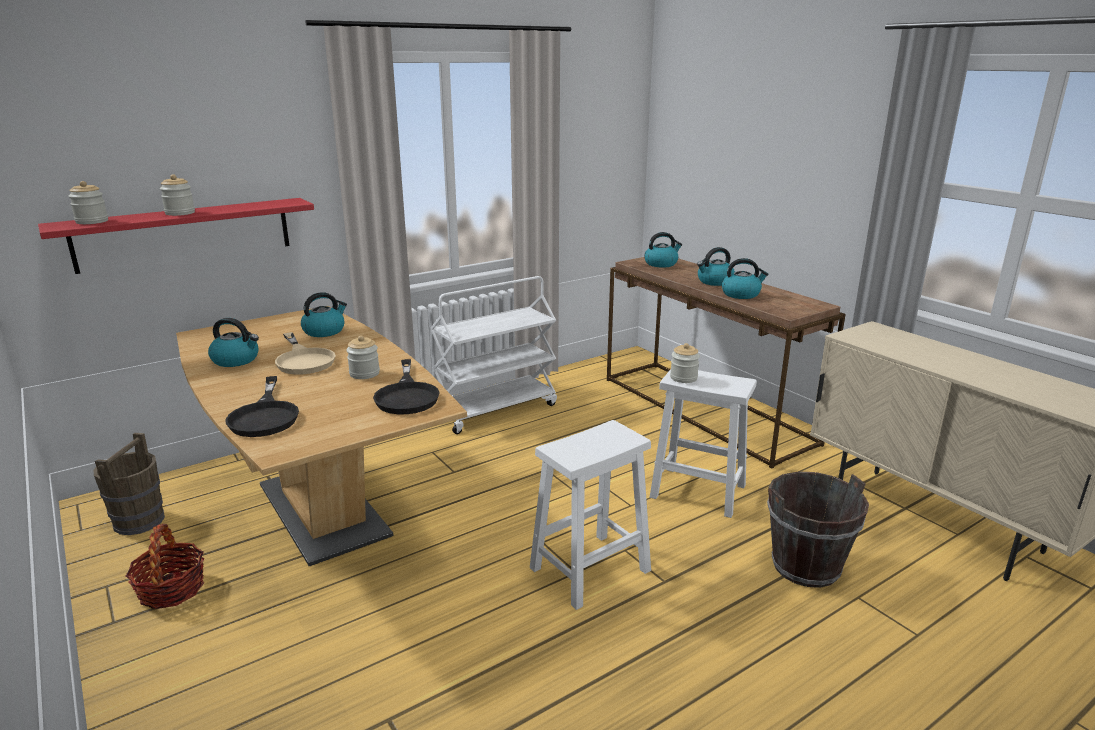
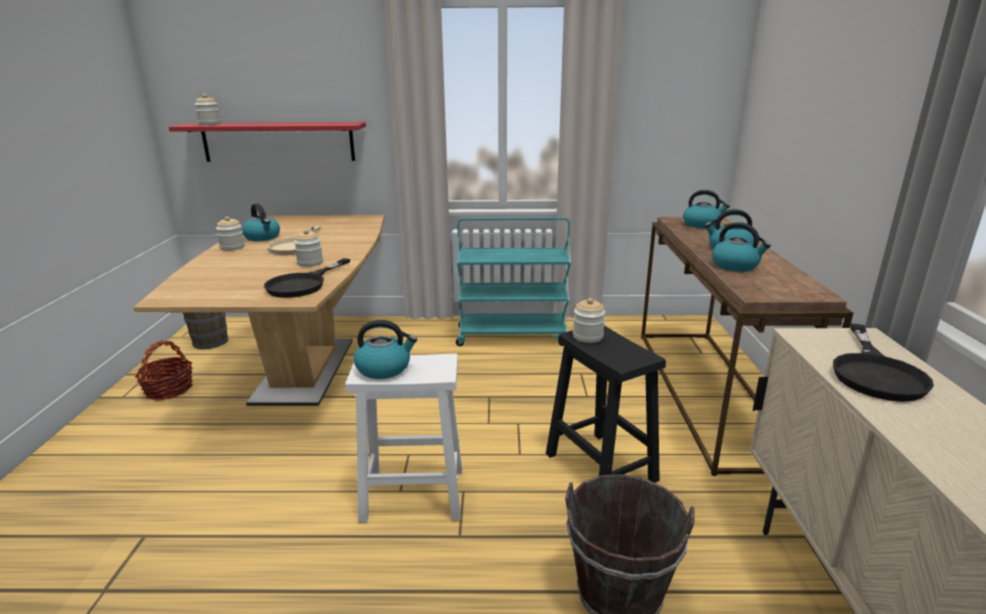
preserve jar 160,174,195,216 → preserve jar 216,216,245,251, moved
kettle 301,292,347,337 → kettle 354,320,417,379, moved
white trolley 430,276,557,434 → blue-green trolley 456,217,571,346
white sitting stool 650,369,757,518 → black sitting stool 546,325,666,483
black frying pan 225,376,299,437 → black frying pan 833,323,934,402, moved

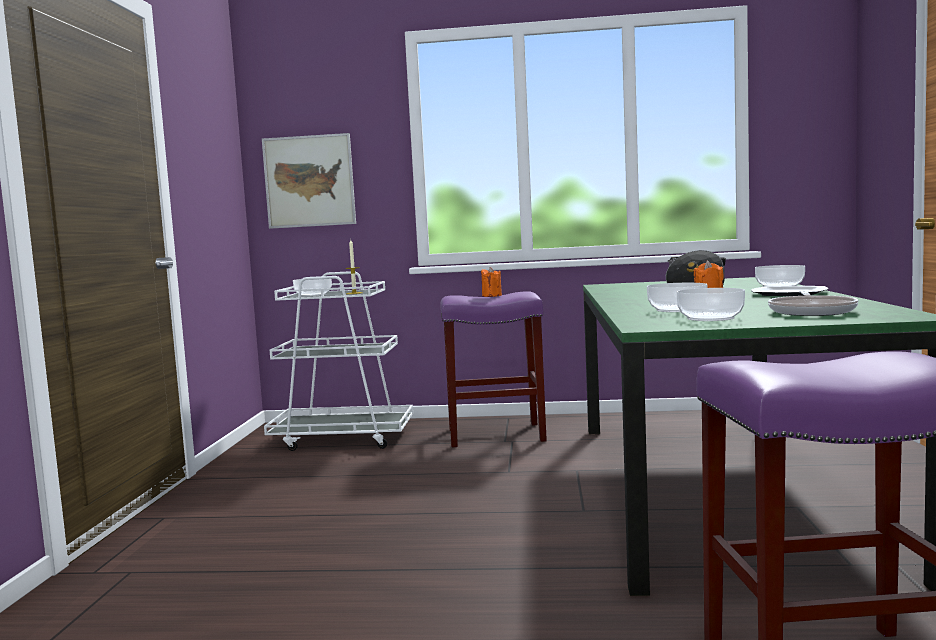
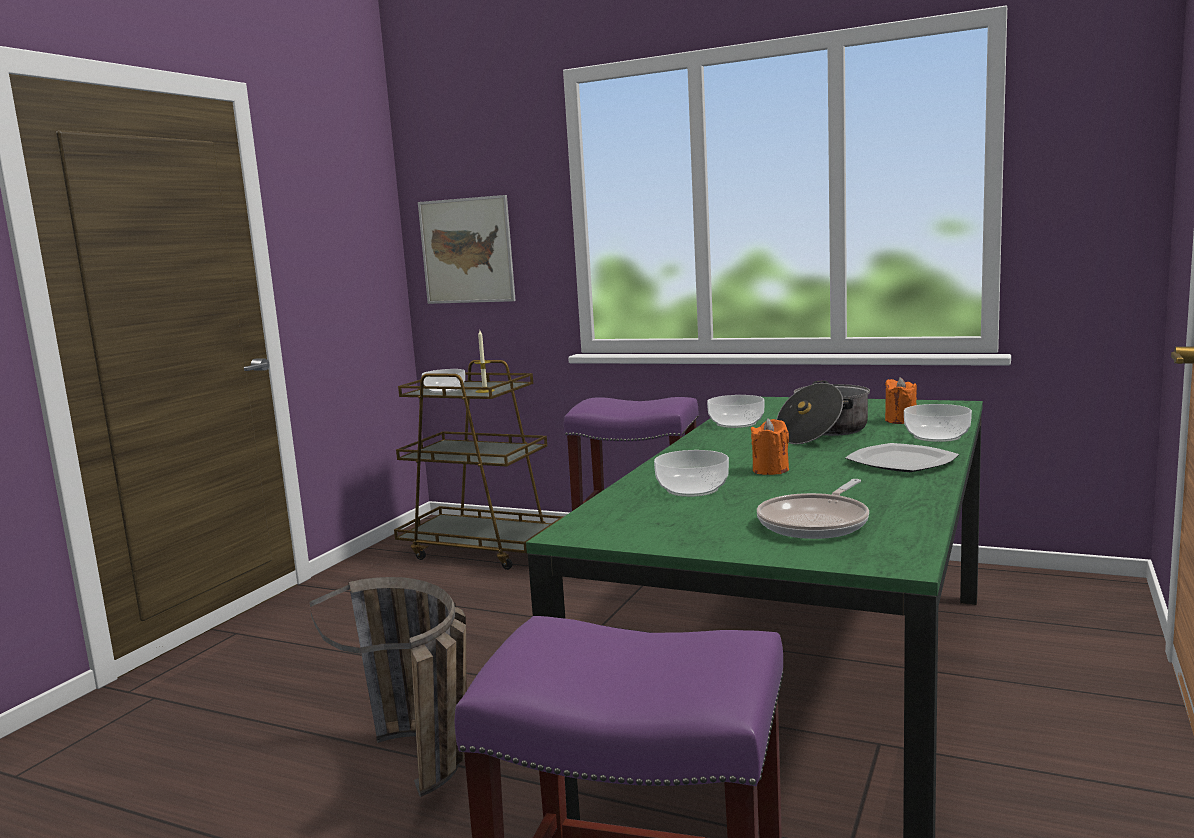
- → basket 310,577,467,797
white trolley 264,271,413,451 → brownish trolley 394,360,564,570
serving bowl 677,288,745,321 → serving bowl 707,395,764,428, moved
orange-coloured wax light 481,267,502,297 → orange-coloured wax light 885,377,917,424, moved

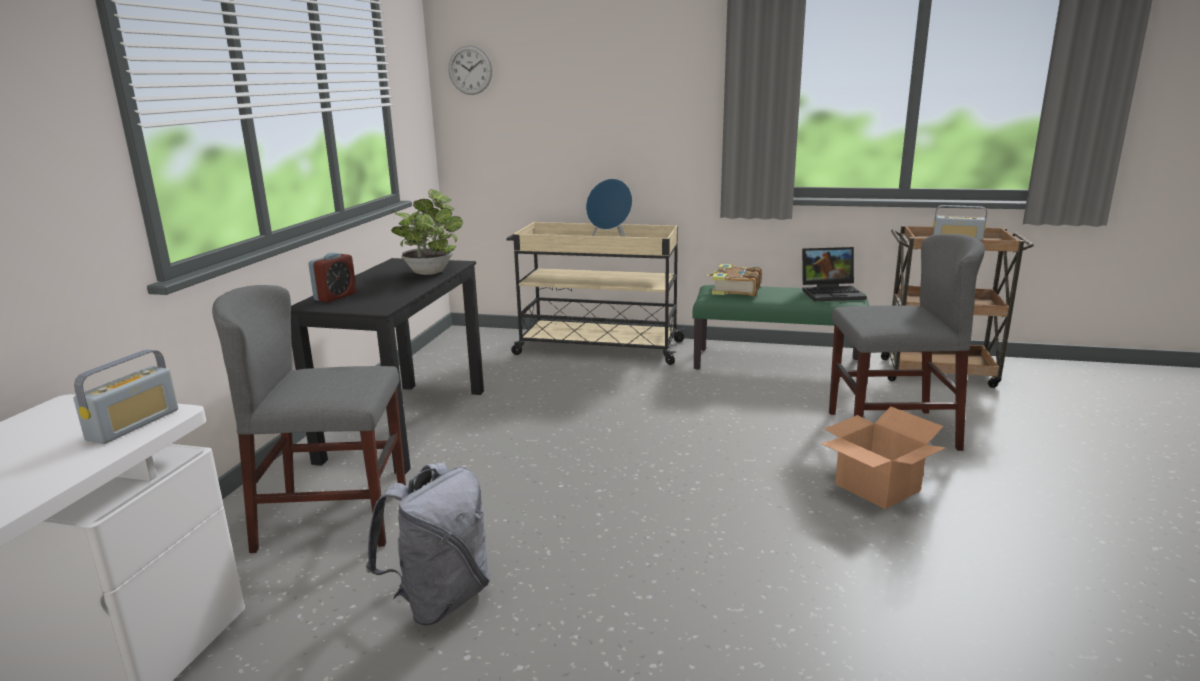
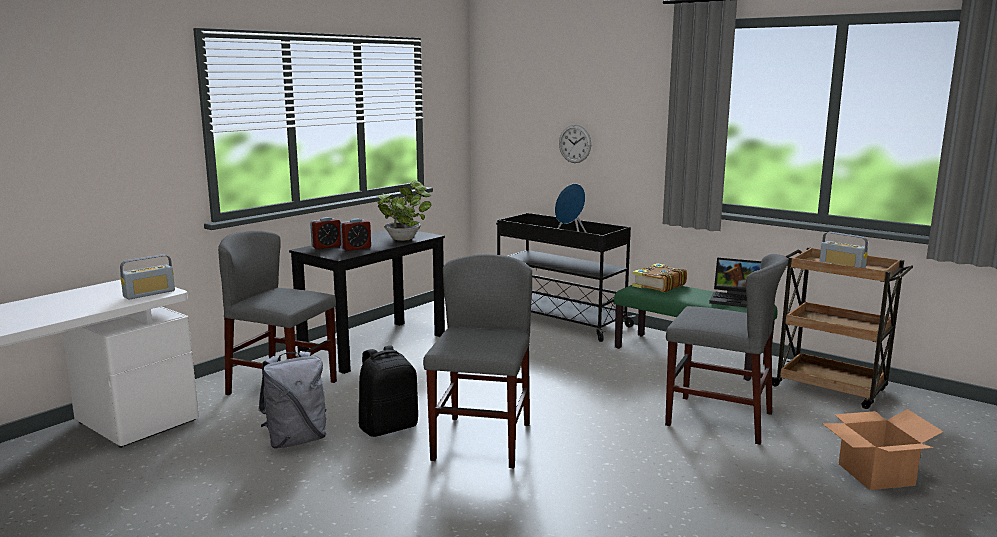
- → table clock 340,218,371,251
- → black rucksack 359,345,418,437
- → grey upright chair 423,254,532,468
beige-coloured trolley 506,222,686,365 → black trolley 496,213,636,342
wall clock 449,45,492,95 → wall clock 559,125,591,163, moved
packing box 821,407,946,509 → packing box 822,409,943,490, moved

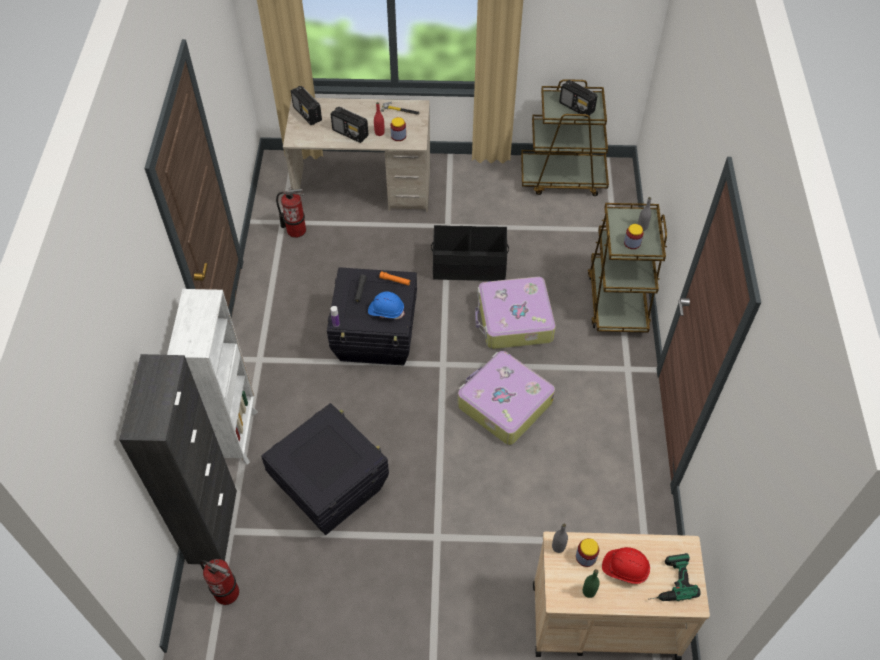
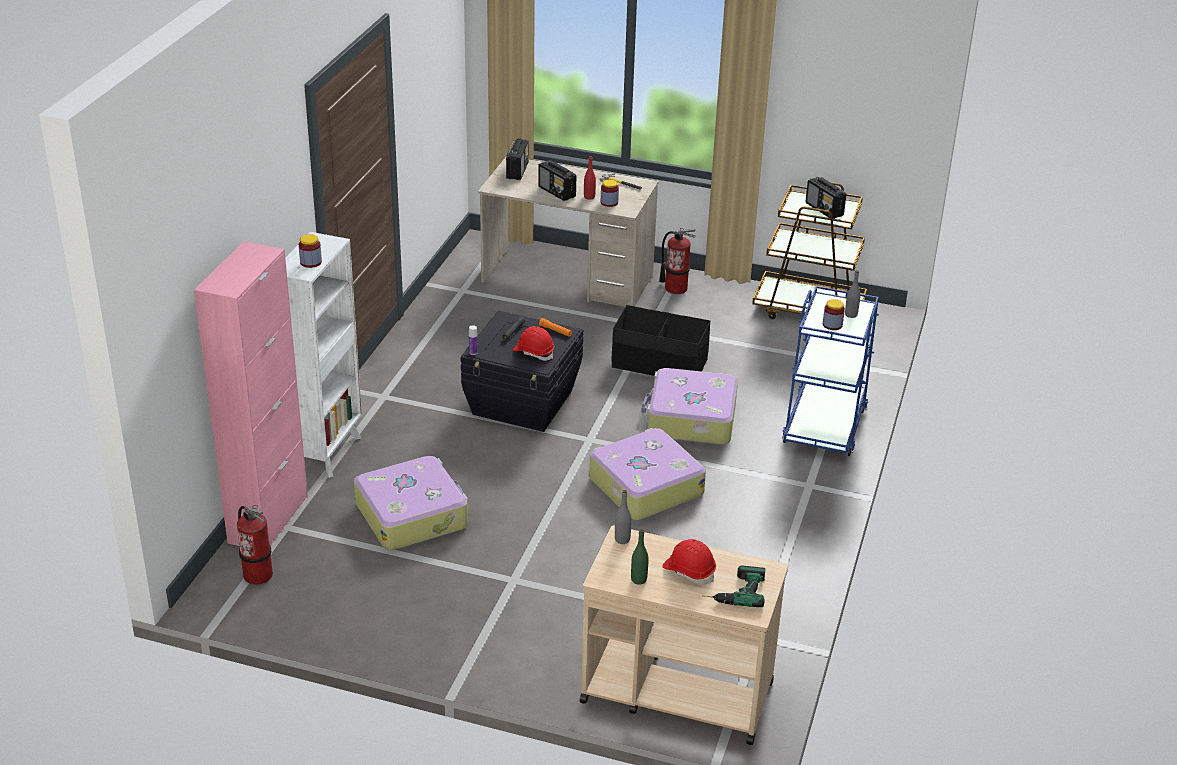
black cabinet 119,354,237,565 → pinkish cabinet 194,241,308,546
preserve jar 576,538,599,567 → preserve jar 299,234,322,268, moved
black storage bin 261,403,389,535 → suitcase 354,456,468,550
radio 291,86,322,125 → radio 506,138,529,180, 150 degrees counterclockwise
bluish work helmet 368,291,405,319 → reddish work helmet 513,326,555,361
extinguisher 276,187,306,238 → extinguisher 659,228,696,294, moved
brownish trolley 588,203,667,333 → bluish trolley 782,286,879,456

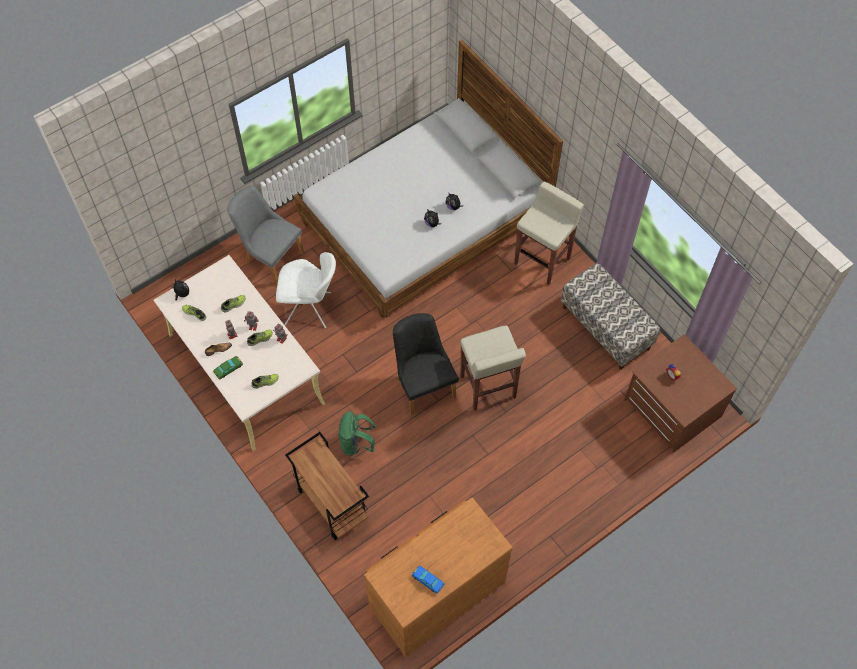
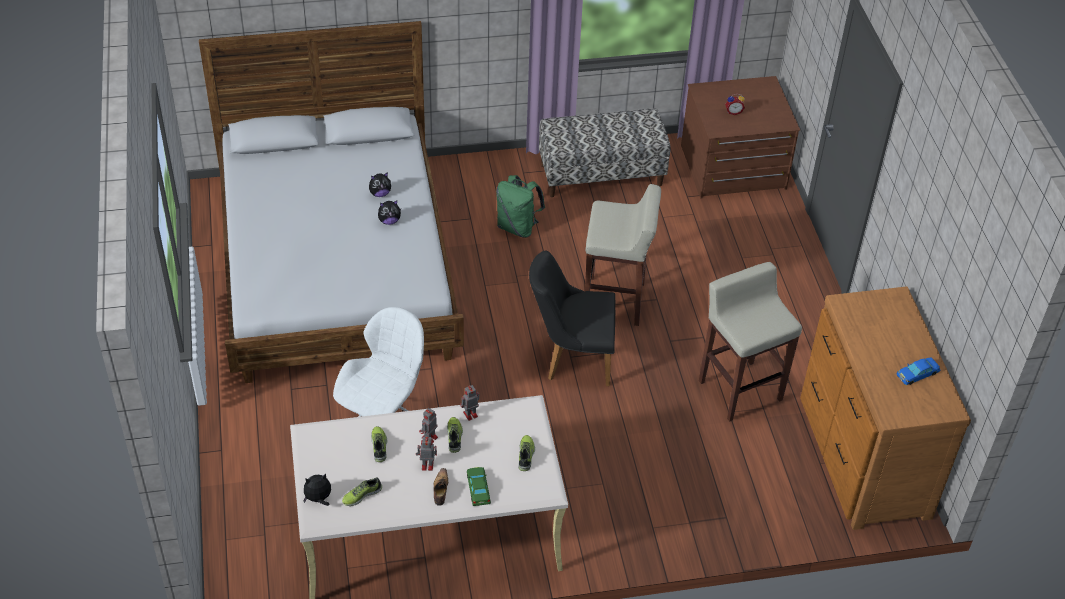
green-coloured rucksack 338,411,376,456 → green-coloured rucksack 497,175,545,238, moved
beige-coloured sitting stool 514,182,584,285 → beige-coloured sitting stool 699,262,802,422, moved
grey upright chair 227,186,304,285 → -
brownish trolley 285,432,369,540 → -

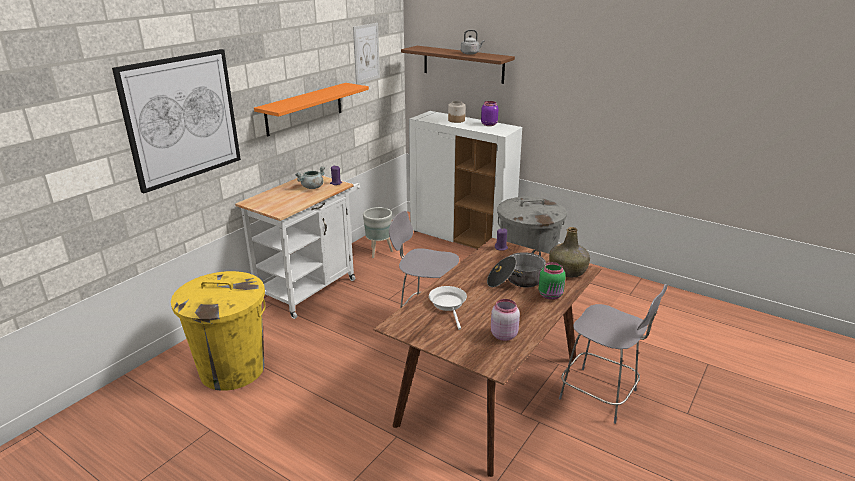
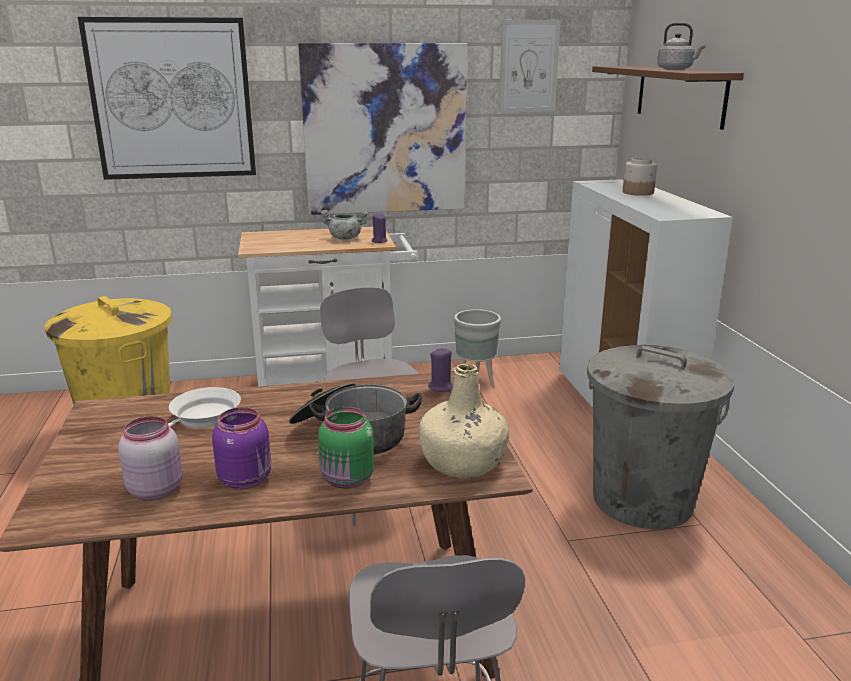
purple preserve jar 481,101,499,126 → purple preserve jar 212,407,271,490, moved
orange-coloured bracket shelf 254,83,369,137 → wall art 298,43,468,215
green-coloured beverage bottle 549,227,590,277 → beige-coloured beverage bottle 419,363,509,478

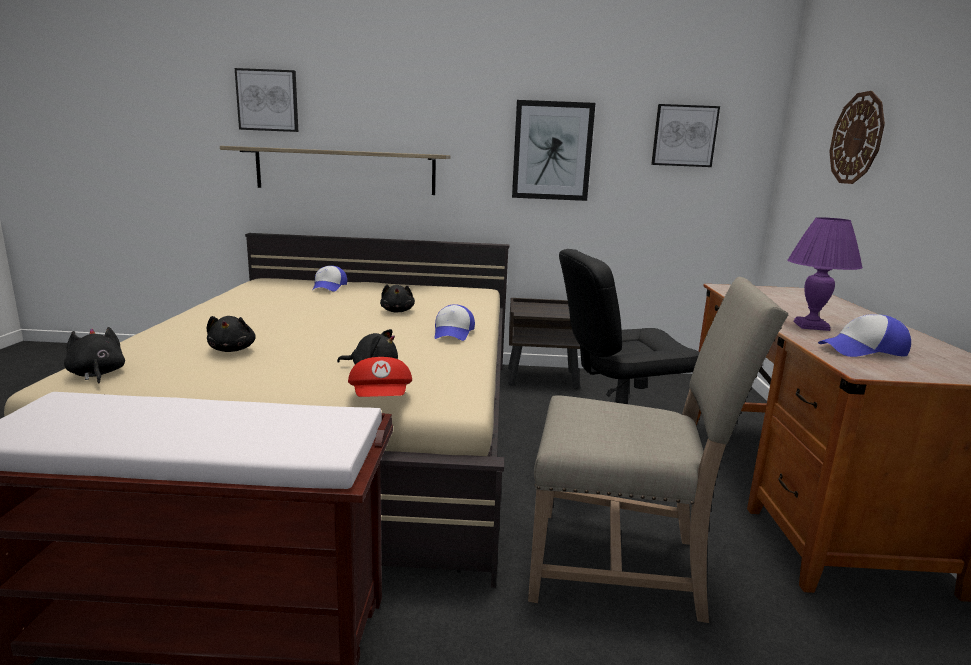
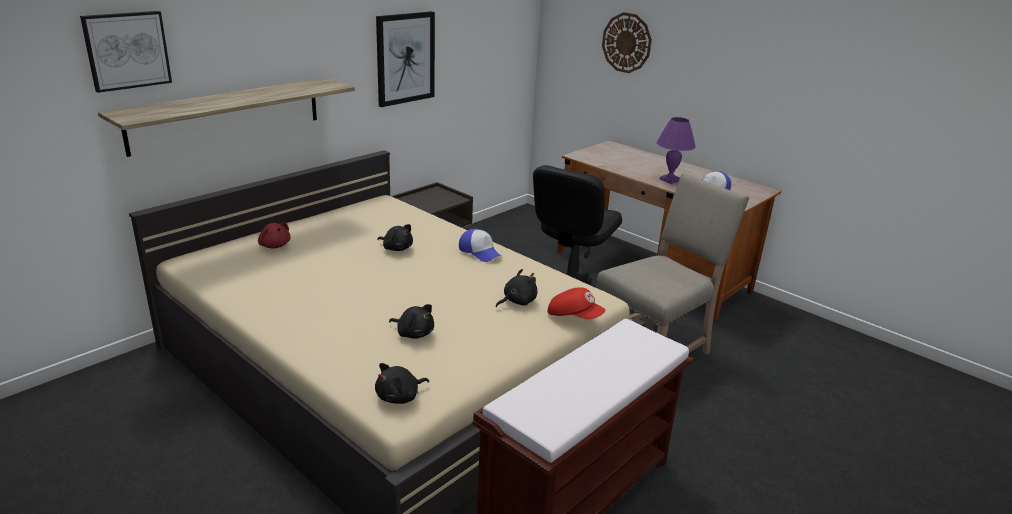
baseball cap 312,265,347,292 → reddish soft toy 258,222,291,248
black soft toy 64,327,125,384 → black soft toy 375,363,429,404, 45 degrees counterclockwise
wall art 651,104,720,167 → -

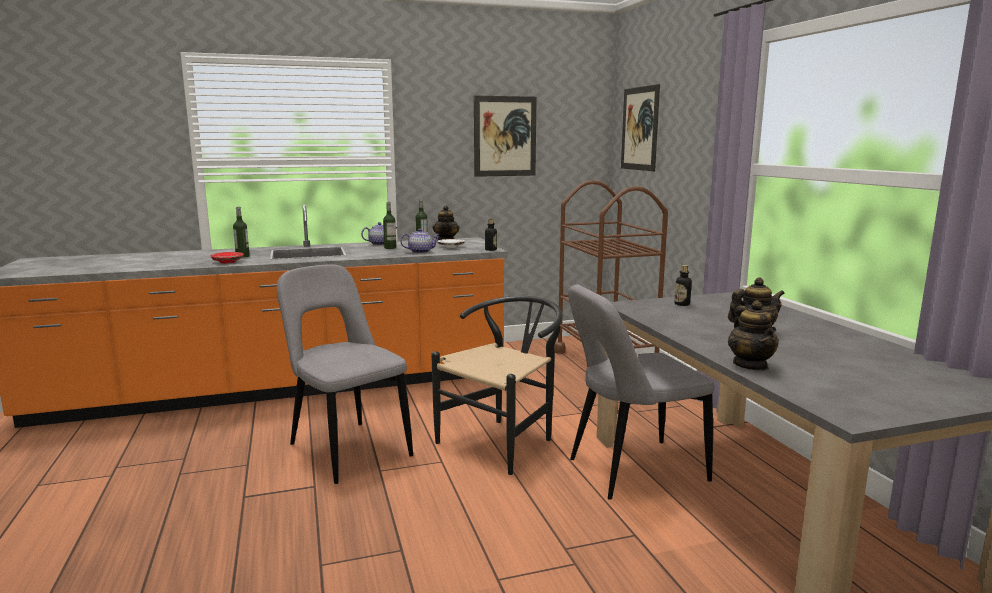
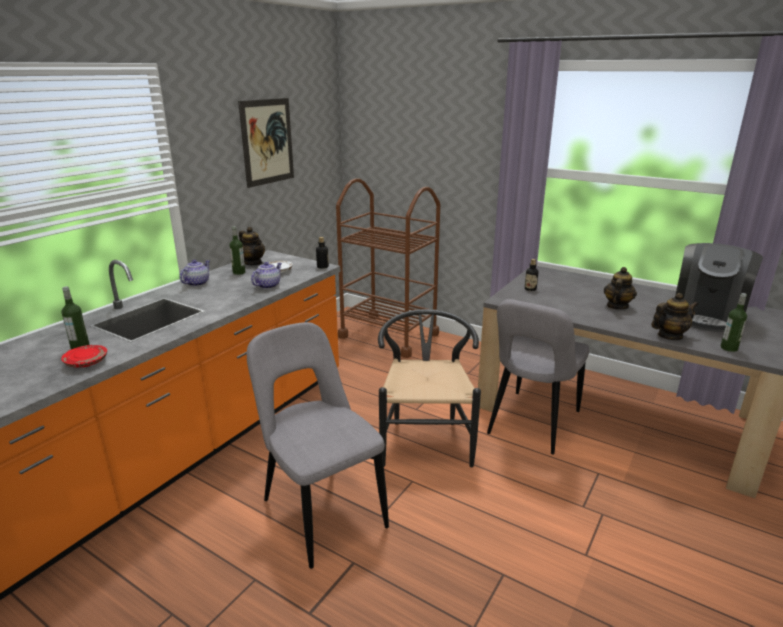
grey upright chair 277,264,413,484 → grey upright chair 247,322,389,569, 45 degrees clockwise
pot for tea 728,300,779,371 → pot for tea 651,293,698,340, 60 degrees counterclockwise
- → coffee machine 676,243,763,332
beverage bottle 383,202,396,249 → beverage bottle 721,293,747,352, moved
wall art 621,84,660,171 → -

